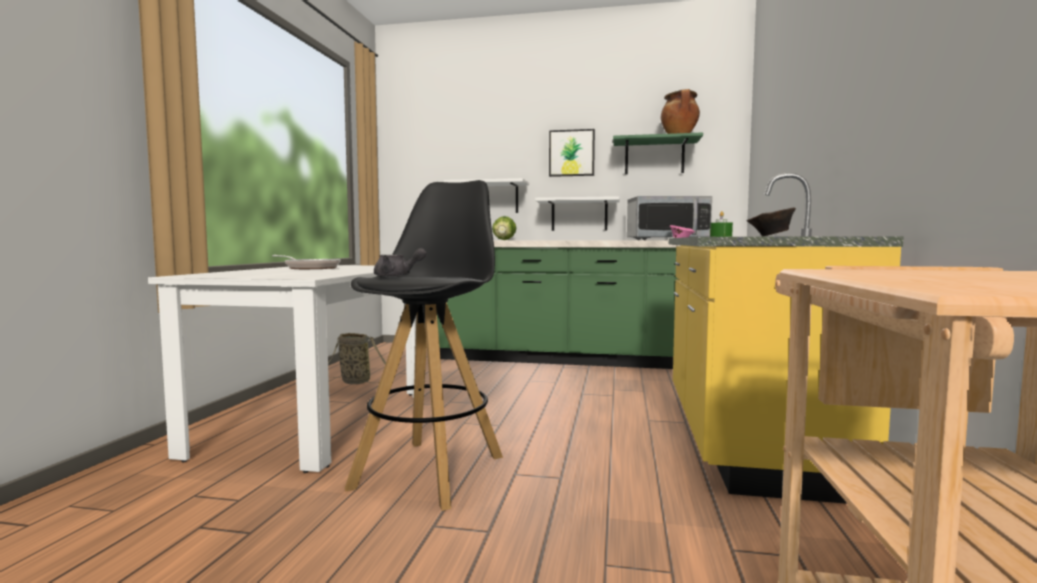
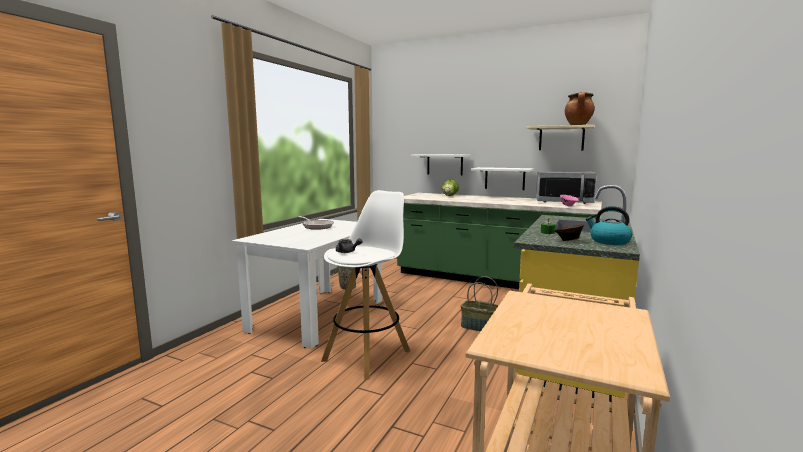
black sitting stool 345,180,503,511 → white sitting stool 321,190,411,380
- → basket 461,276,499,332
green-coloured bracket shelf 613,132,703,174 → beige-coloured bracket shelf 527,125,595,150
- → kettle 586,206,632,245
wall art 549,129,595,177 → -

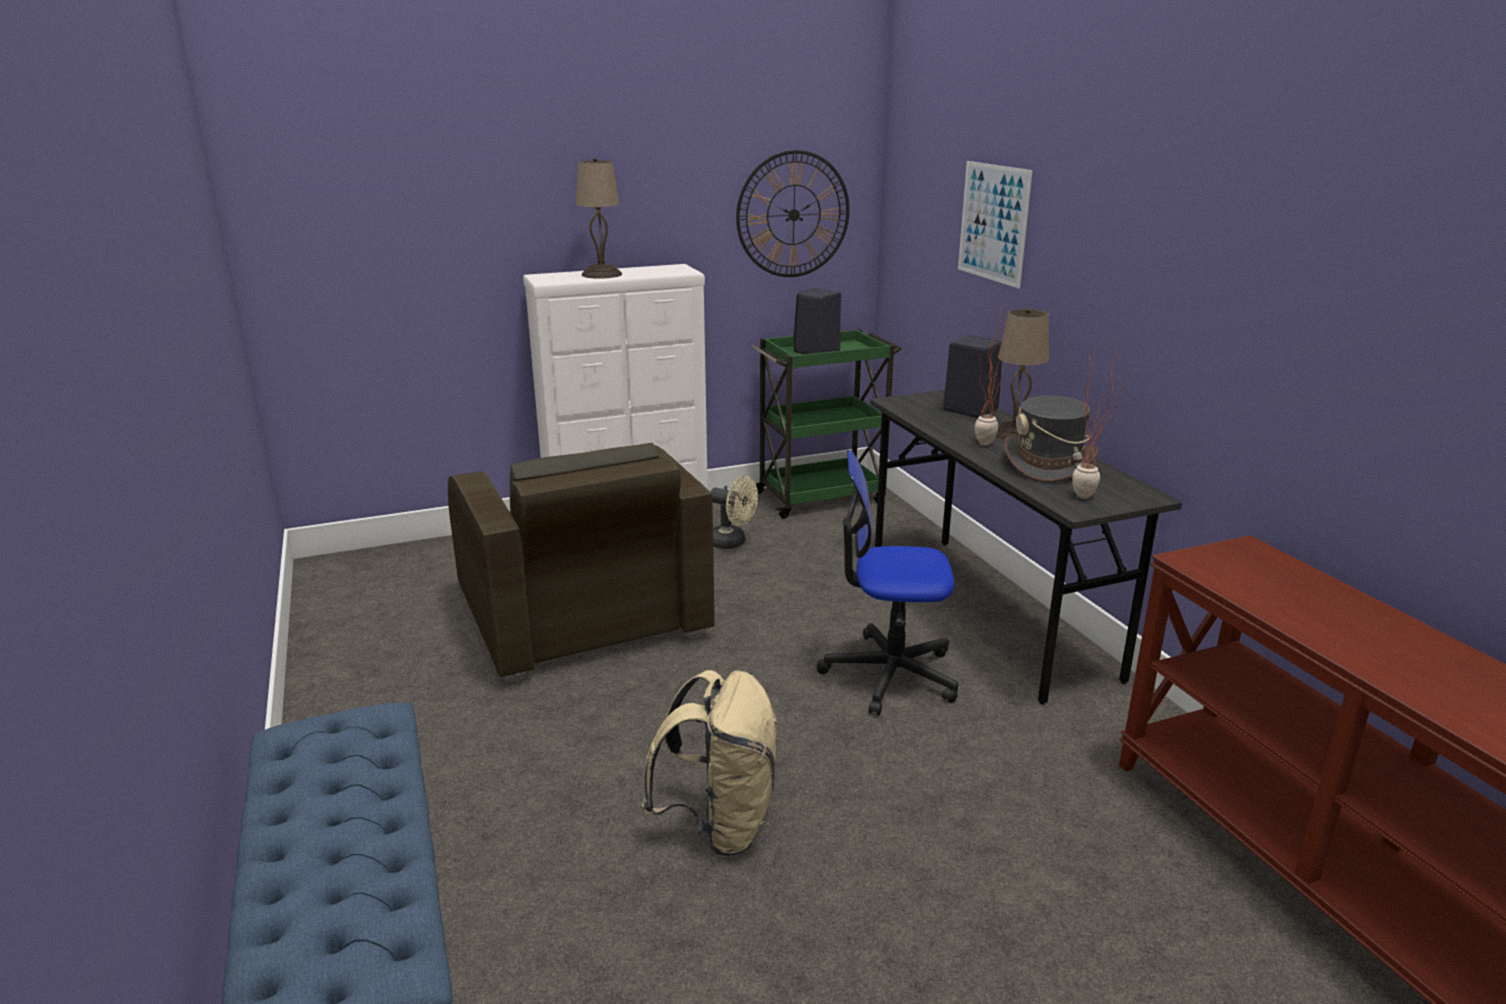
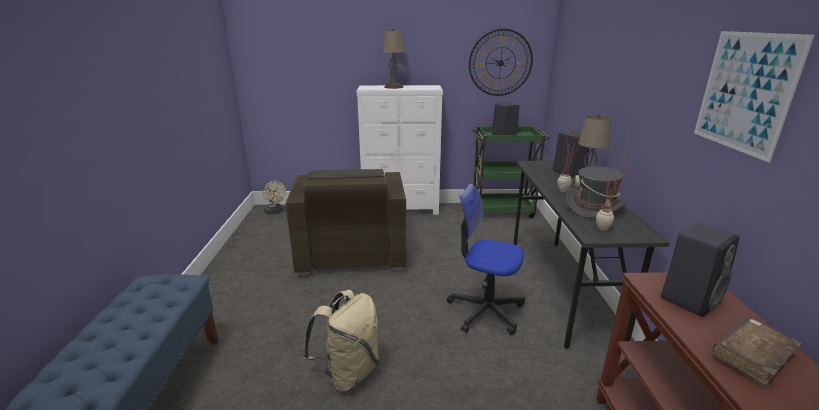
beige-coloured cooling fan 710,476,758,549 → beige-coloured cooling fan 263,181,286,214, moved
- → black loudspeaker 661,223,739,317
wall art 958,161,1033,288 → wall art 694,31,814,162, moved
- → brownish bound book 712,317,801,389

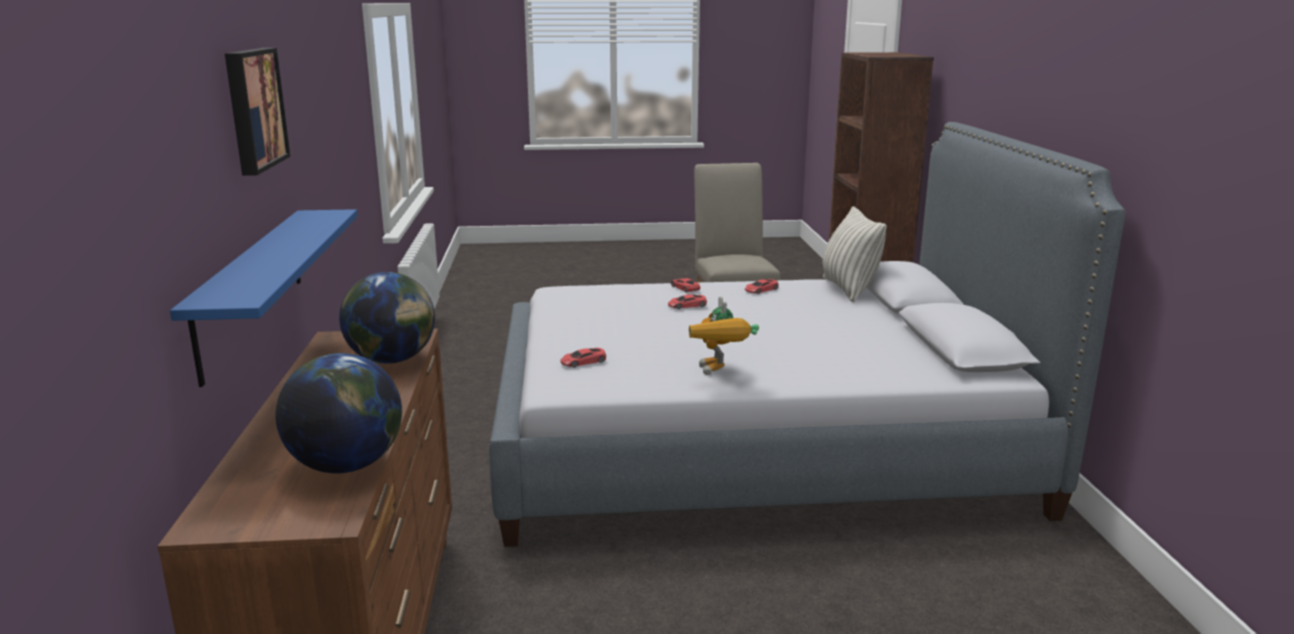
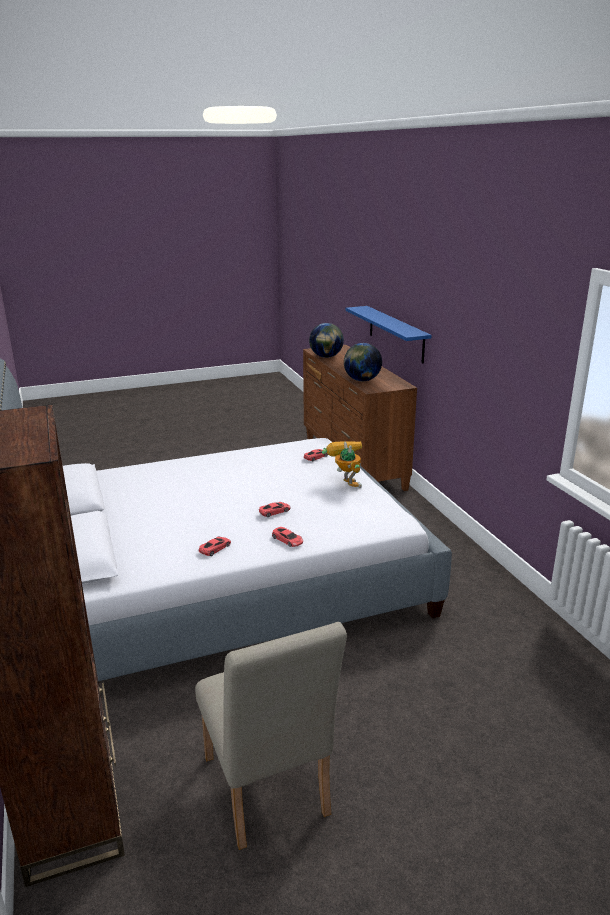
model robot 689,296,759,375 → model robot 322,442,362,488, moved
wall art 225,48,290,176 → -
pillow 823,206,887,302 → -

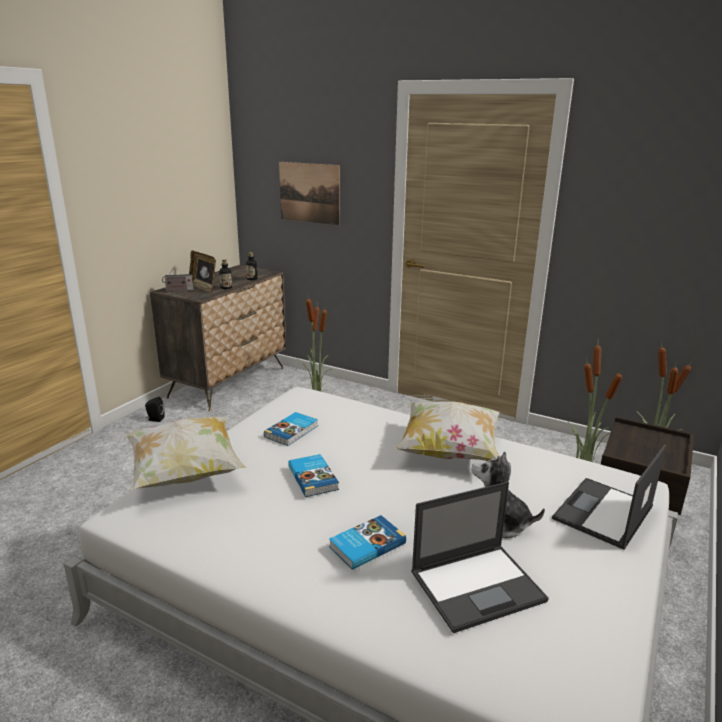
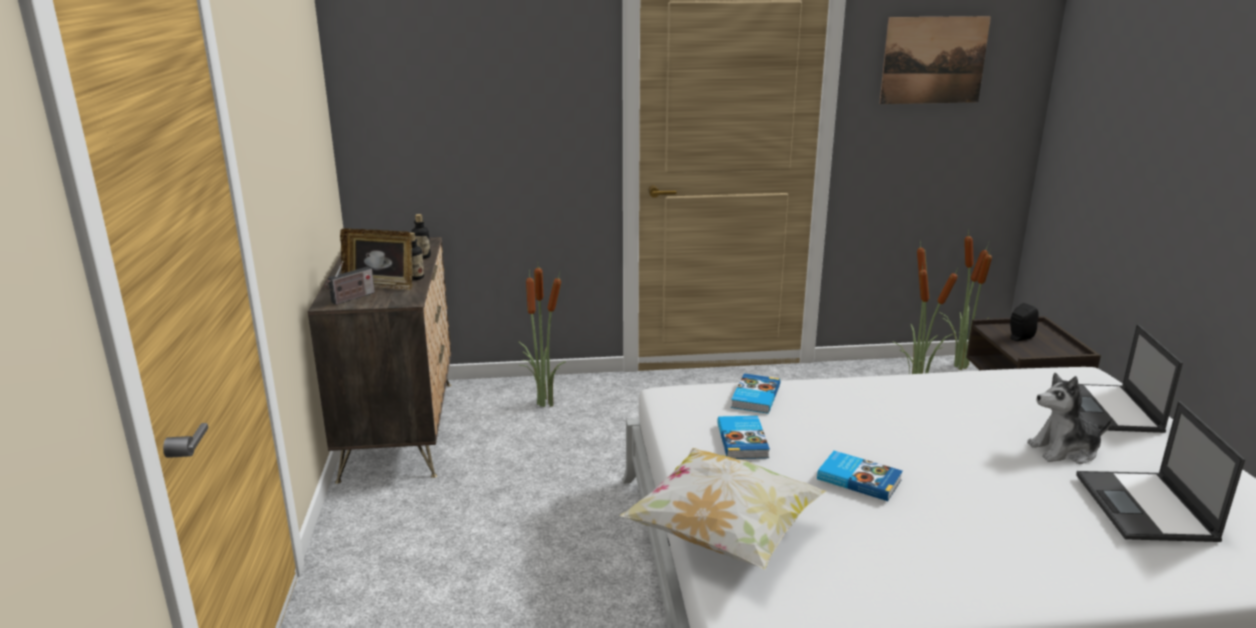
bound book 329,515,406,570 → bound book 731,373,780,414, moved
wall art 279,162,340,226 → wall art 879,16,991,104, moved
black loudspeaker 145,397,165,422 → black loudspeaker 1010,303,1039,341, moved
laptop 411,482,549,633 → laptop 1076,401,1245,542, 150 degrees clockwise
pillow 395,401,500,461 → -

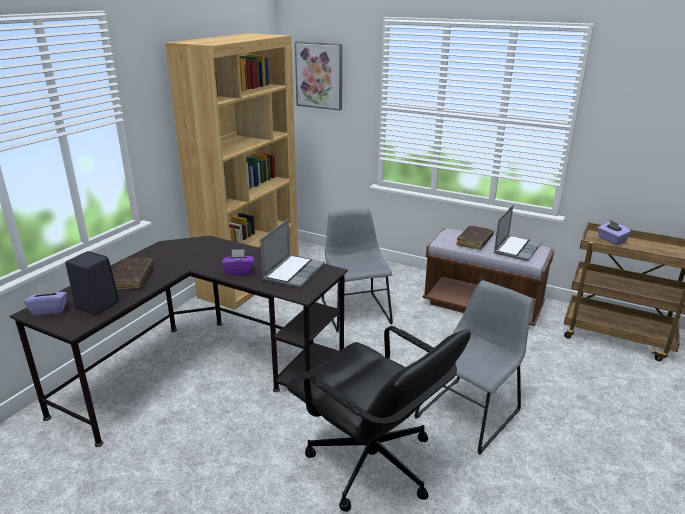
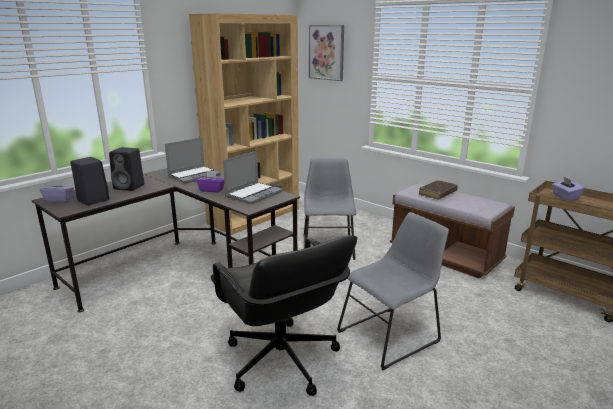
brownish bound book 112,258,154,289 → black loudspeaker 109,147,144,191
laptop 494,205,541,261 → laptop 165,137,221,183, moved

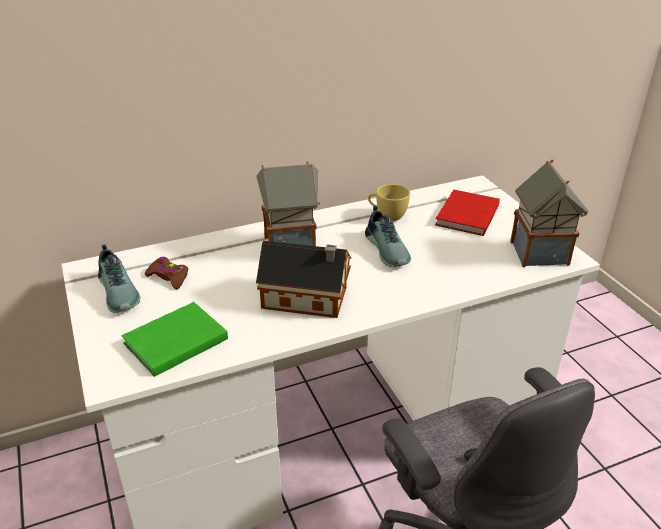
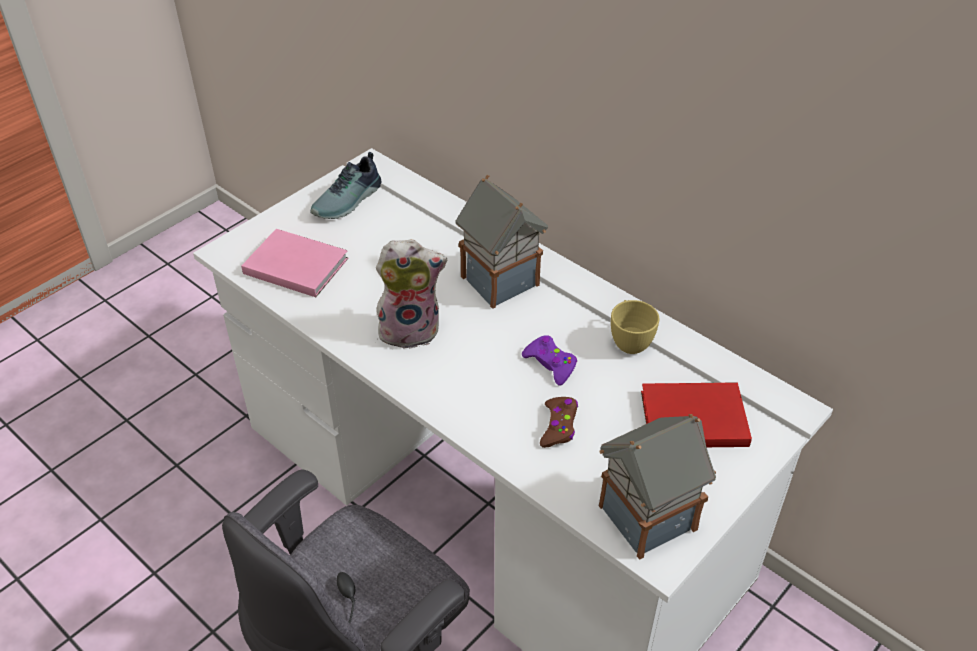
green-coloured bound book 122,302,228,377 → pinkish bound book 241,229,348,297
miniature house 256,241,351,318 → soft toy 376,239,448,349
low shoe 365,206,411,267 → purple gamepad 522,335,577,386
brownish gamepad 145,257,189,289 → brownish gamepad 540,397,578,448, moved

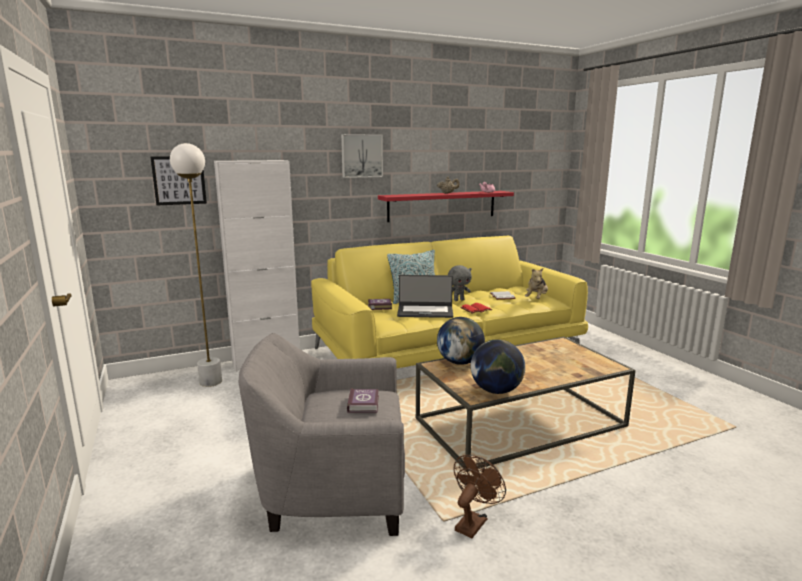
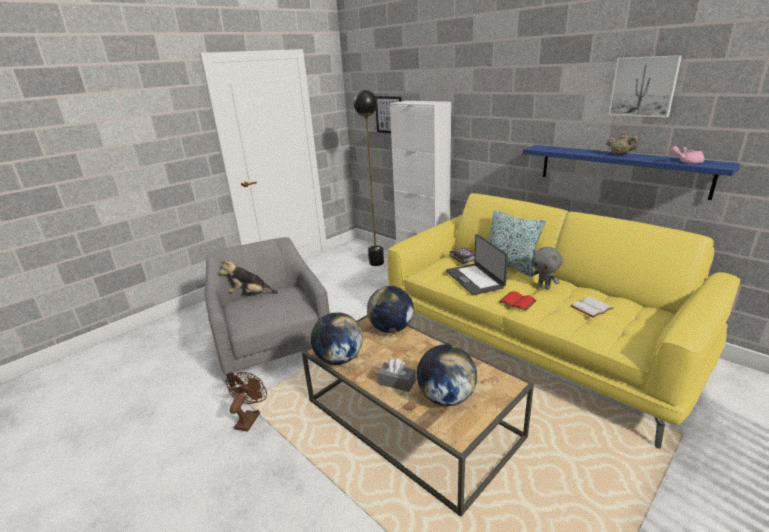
soft toy 525,267,548,299 → soft toy 220,259,278,294, moved
brownish cooling fan 454,455,506,538 → brownish cooling fan 226,372,267,432, 90 degrees counterclockwise
white standing lamp 170,143,222,387 → black standing lamp 353,90,384,266
- → grey tissue box 377,358,416,392
- → desk globe 417,345,477,406
reddish bracket shelf 378,191,514,222 → bluish bracket shelf 523,145,740,200
wall art 341,134,383,178 → wall art 608,55,682,118, moved
bound book 347,388,379,413 → -

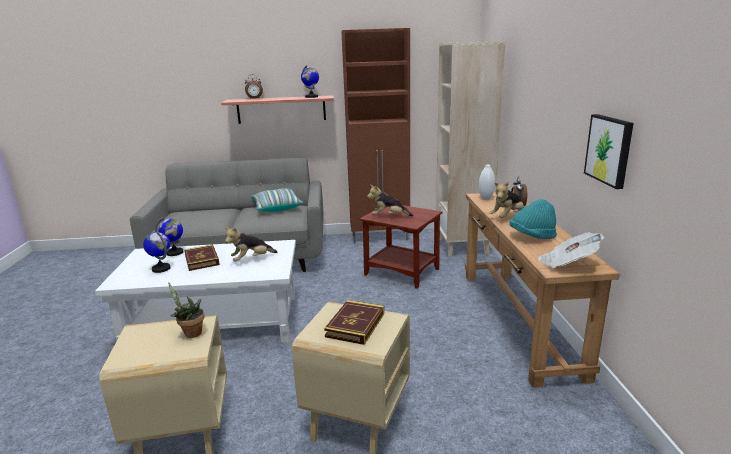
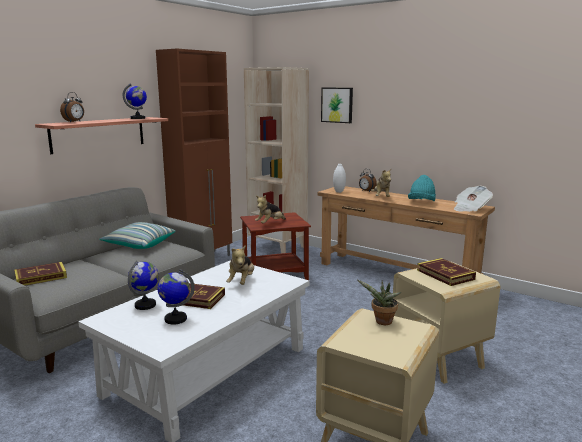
- → bound book 14,262,67,286
wall art 584,114,633,189 → wall art 321,88,353,123, moved

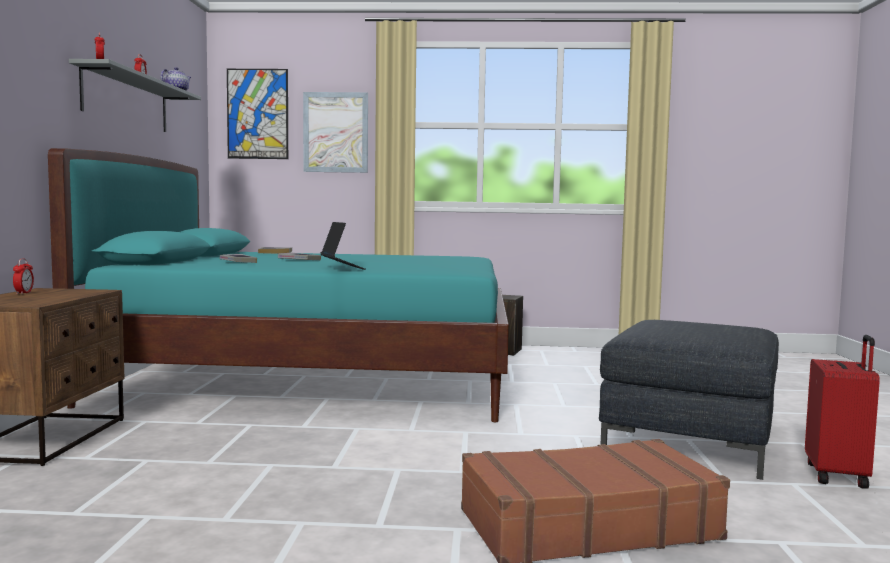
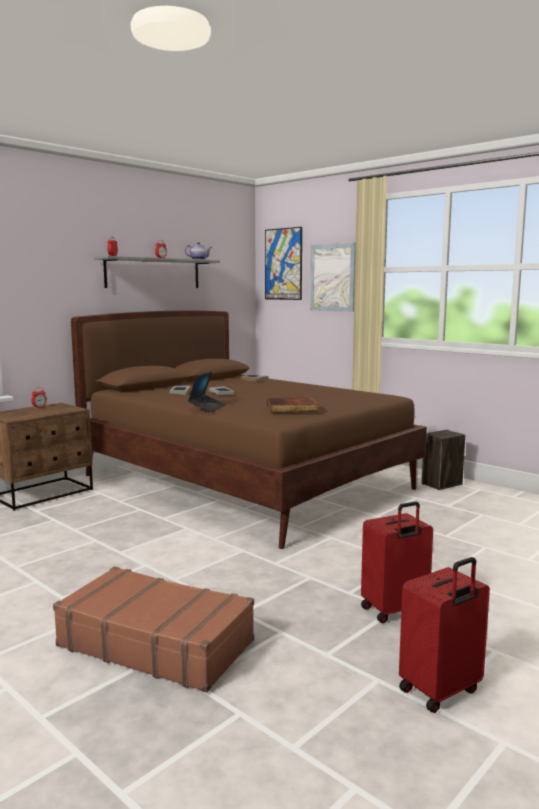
blue-green bedroom bed 48,148,509,422 → brownish bedroom bed 71,311,427,549
- → bound book 267,397,319,413
grey footrest 599,320,779,480 → reddish suitcase 361,501,433,623

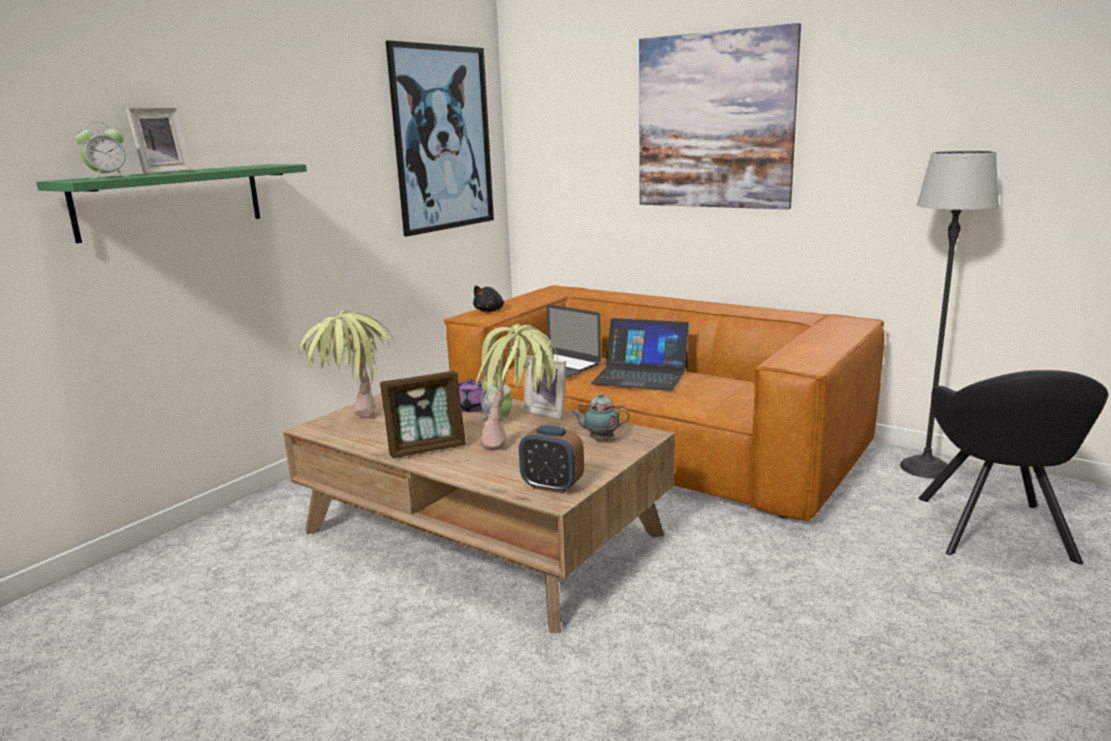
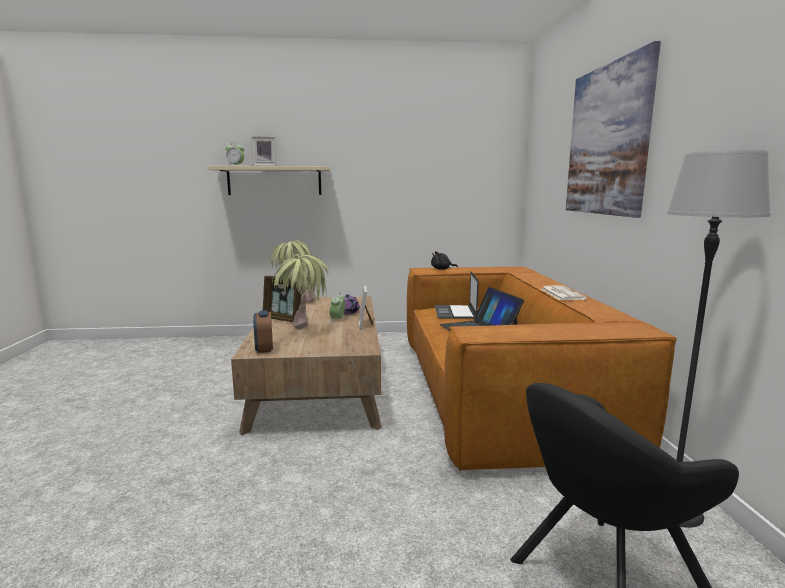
green-coloured bracket shelf 36,164,307,243 → beige-coloured bracket shelf 207,166,331,195
- → daily paper 541,285,587,300
wall art 386,40,494,236 → -
pot for tea 570,393,630,441 → -

